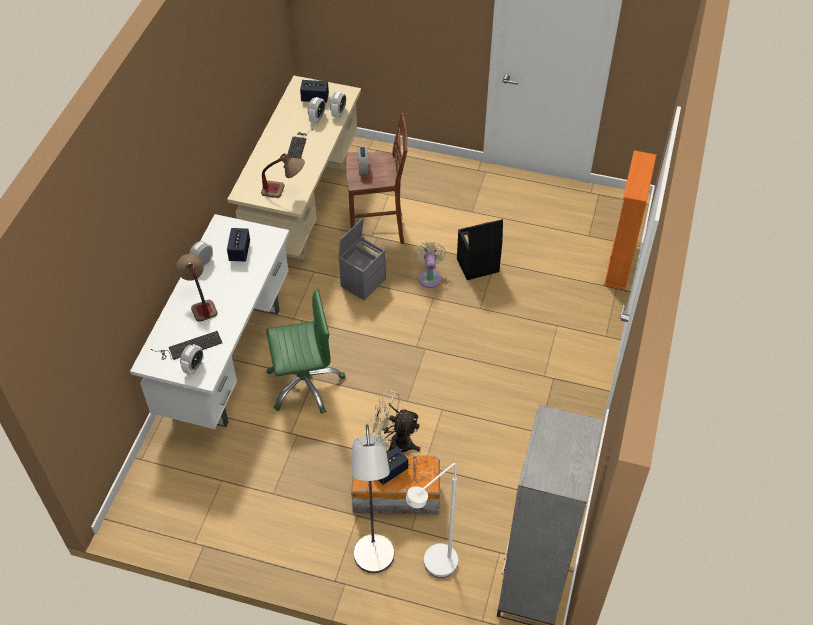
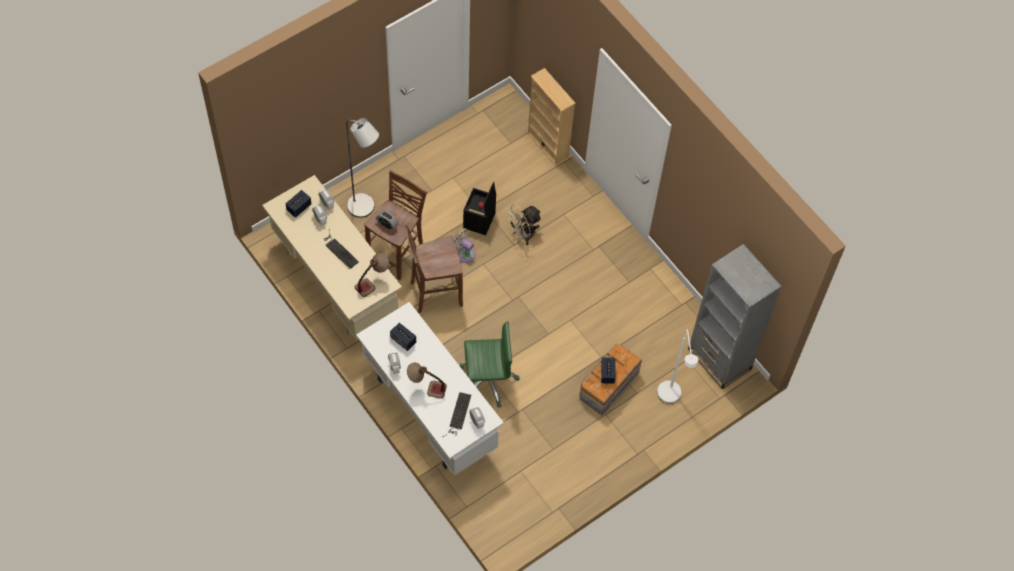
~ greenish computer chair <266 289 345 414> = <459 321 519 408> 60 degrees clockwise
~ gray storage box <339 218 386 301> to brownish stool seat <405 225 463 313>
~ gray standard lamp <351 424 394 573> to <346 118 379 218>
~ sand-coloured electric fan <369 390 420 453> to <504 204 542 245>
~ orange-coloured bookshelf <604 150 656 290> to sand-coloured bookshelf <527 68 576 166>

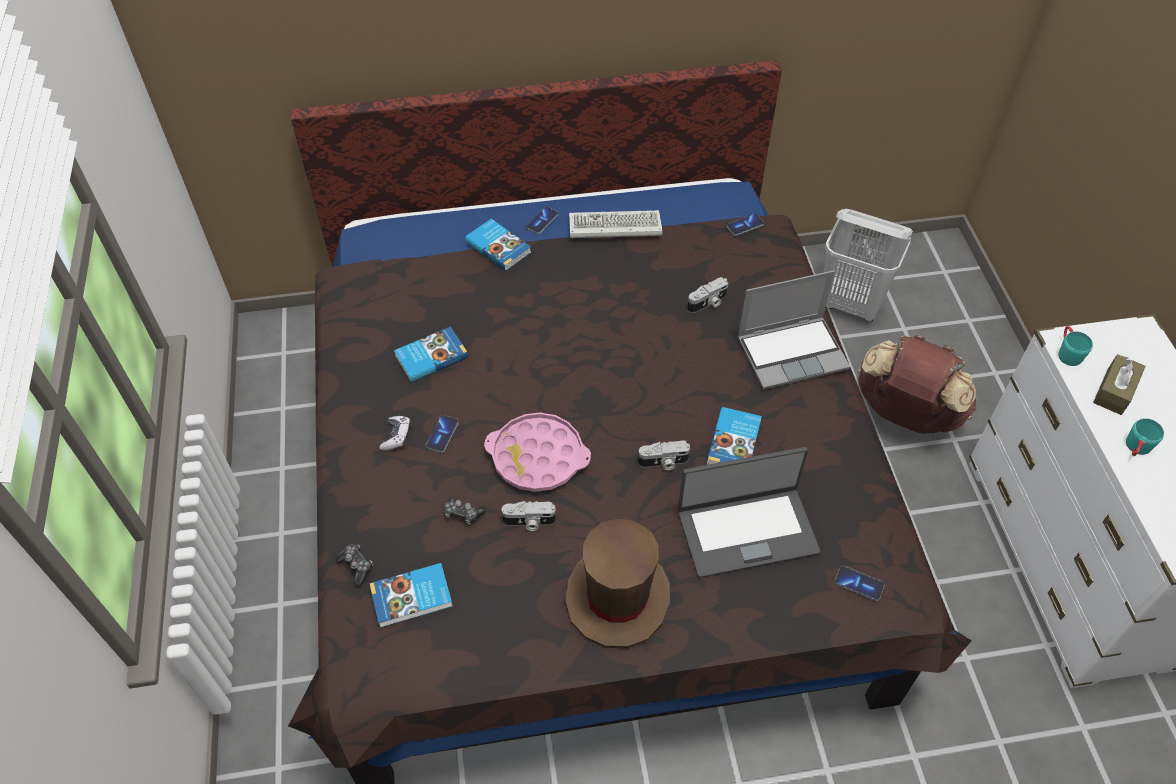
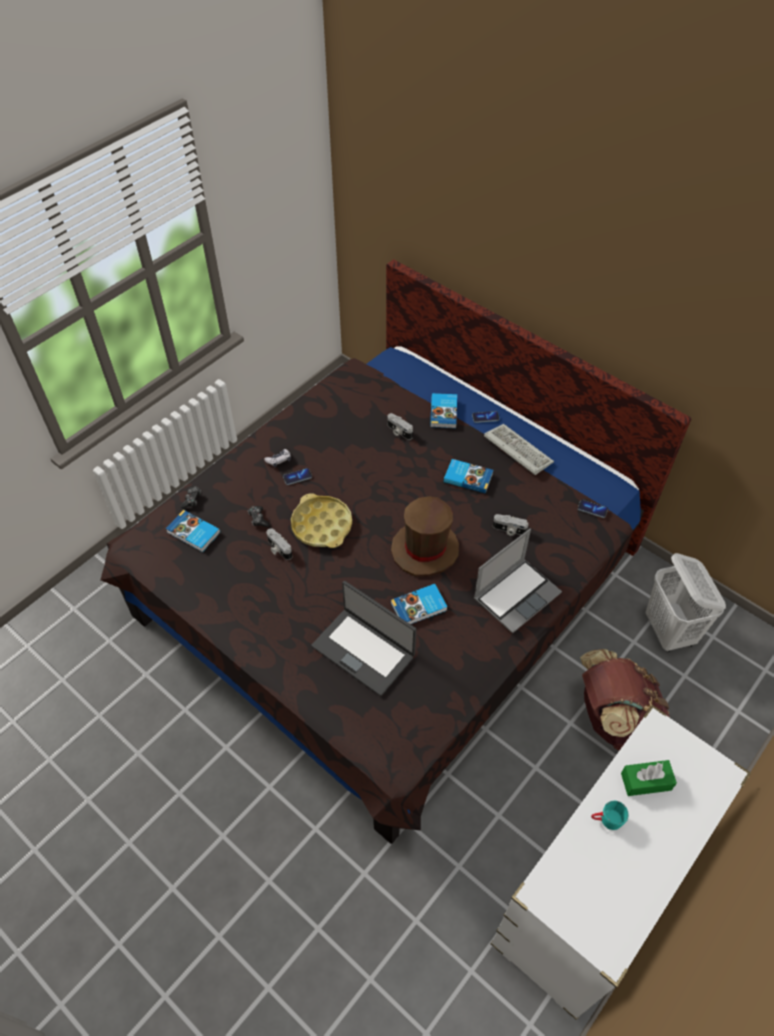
~ book <394 327 468 382> to <444 459 493 494>
~ pinkish carrying tray <484 413 591 492> to yellow-coloured carrying tray <291 493 352 548>
~ brownish wearable hat <566 519 670 648> to <391 496 459 577>
~ photo camera <638 441 690 470> to <388 413 413 440>
~ laptop <737 270 850 390> = <474 529 562 634> 75 degrees counterclockwise
- phone <835 566 885 601>
- blue-green coffee mug <1058 326 1093 366>
~ brownish box of tissues <1093 354 1146 415> to greenish box of tissues <621 760 677 796>

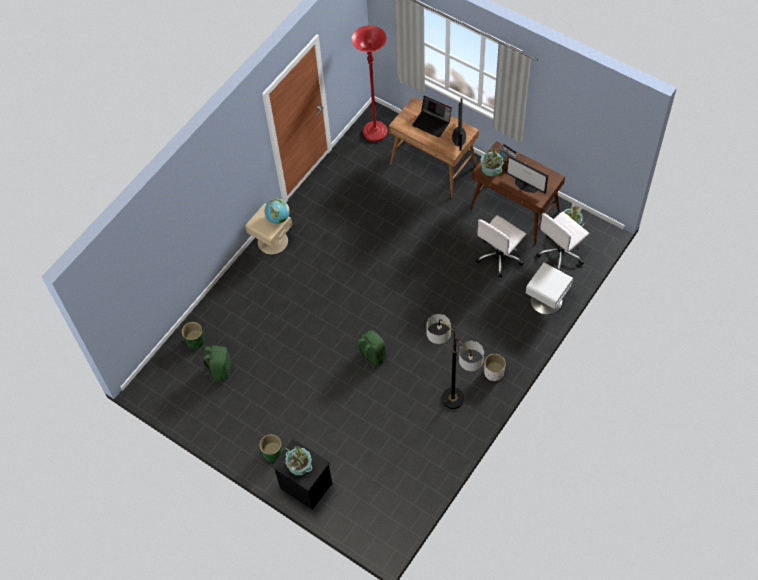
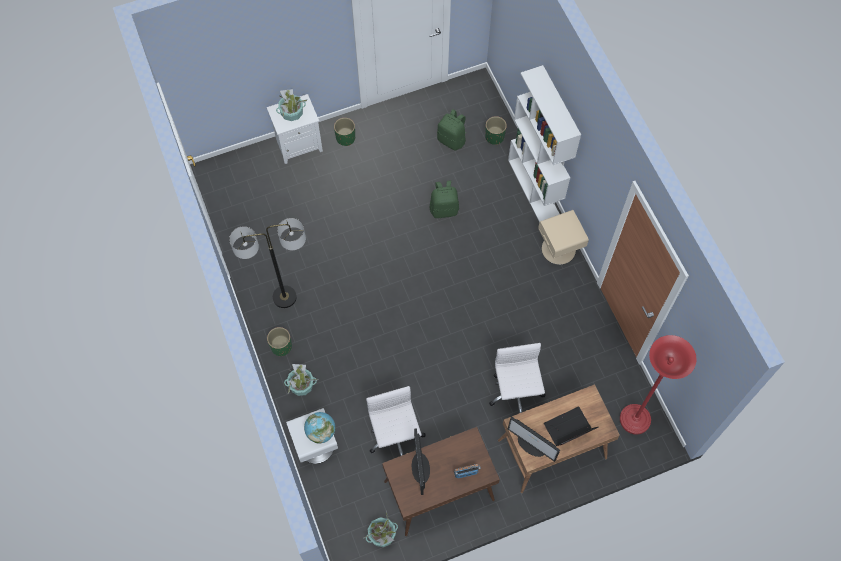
~ world globe <265 199 290 224> to <304 412 335 444>
~ black-coloured nightstand <271 439 333 510> to white nightstand <267 94 323 164>
~ greenish knapsack <356 330 386 370> to <430 180 459 218>
~ potted plant <481 148 508 176> to <284 364 318 396>
~ white plant pot <484 354 506 381> to greenish plant pot <267 327 292 356>
~ computer screen <506 156 548 193> = <412 428 430 495> 75 degrees counterclockwise
~ white computer chair <536 212 589 271> to <489 343 545 413>
+ white bookshelf <508 65 581 222>

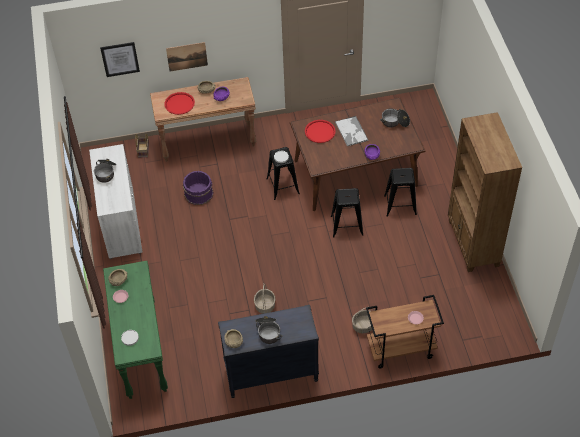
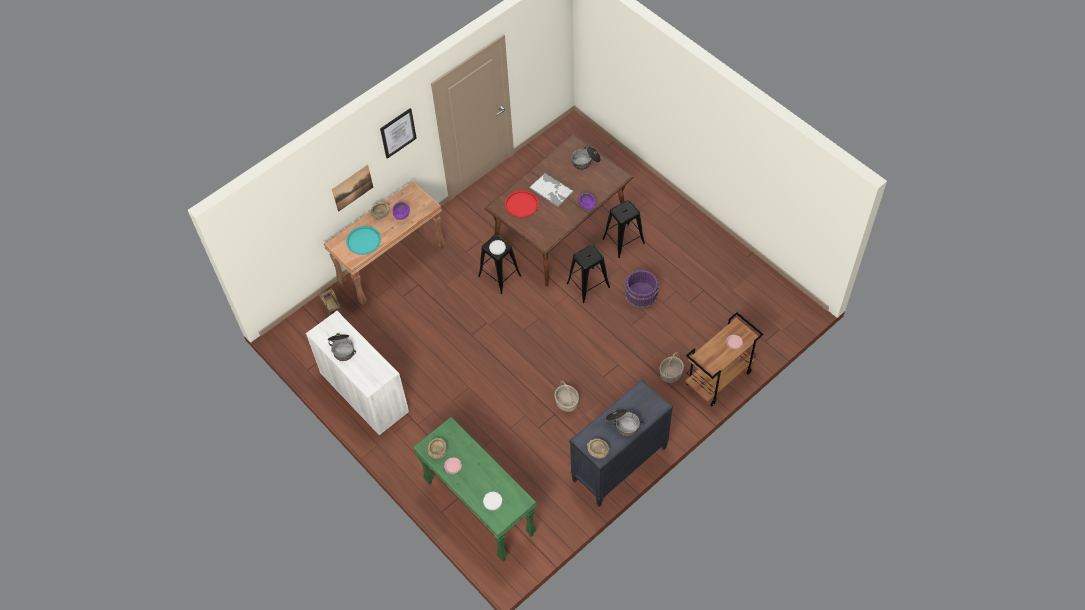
~ picture <100 42 140 77> to <380 108 417 159>
~ red carrying tray <164 92 195 115> to blue-green carrying tray <346 226 381 255>
~ purple pail <183 171 213 205> to <625 270 659 308>
- brownish bookshelf <448 112 522 272>

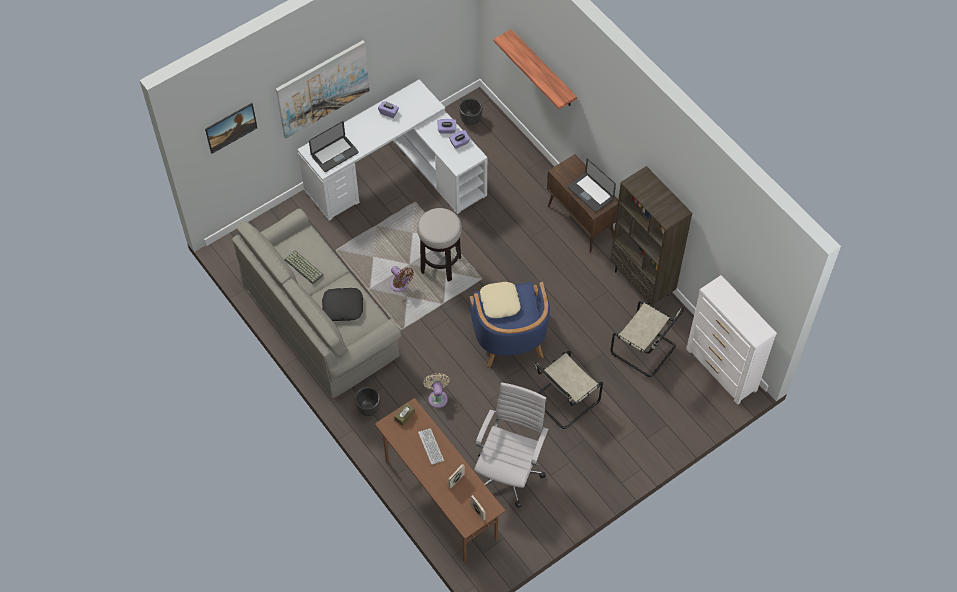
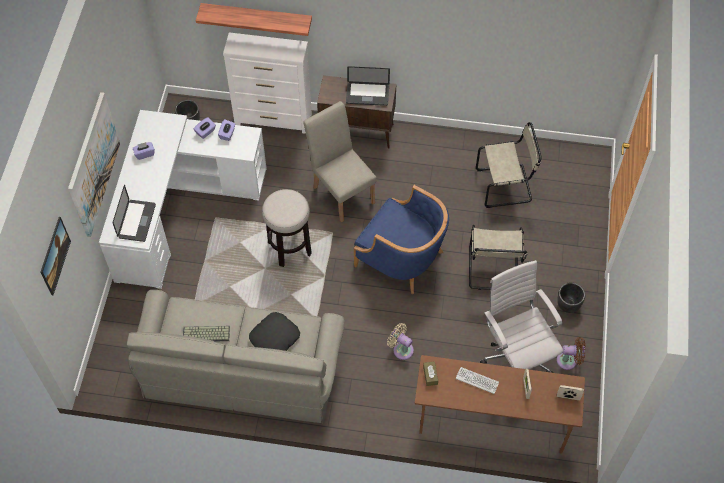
~ black-coloured plant pot <354 387 381 416> to <557 282 585 313>
~ brownish electric fan <390 266 414 292> to <557 337 585 370>
- sand-coloured cushion <480 282 521 318>
- brownish bookshelf <610 166 692 305>
~ white chest of drawers <686 275 777 405> to <223 32 312 134>
+ sand-coloured chair <303 101 377 223>

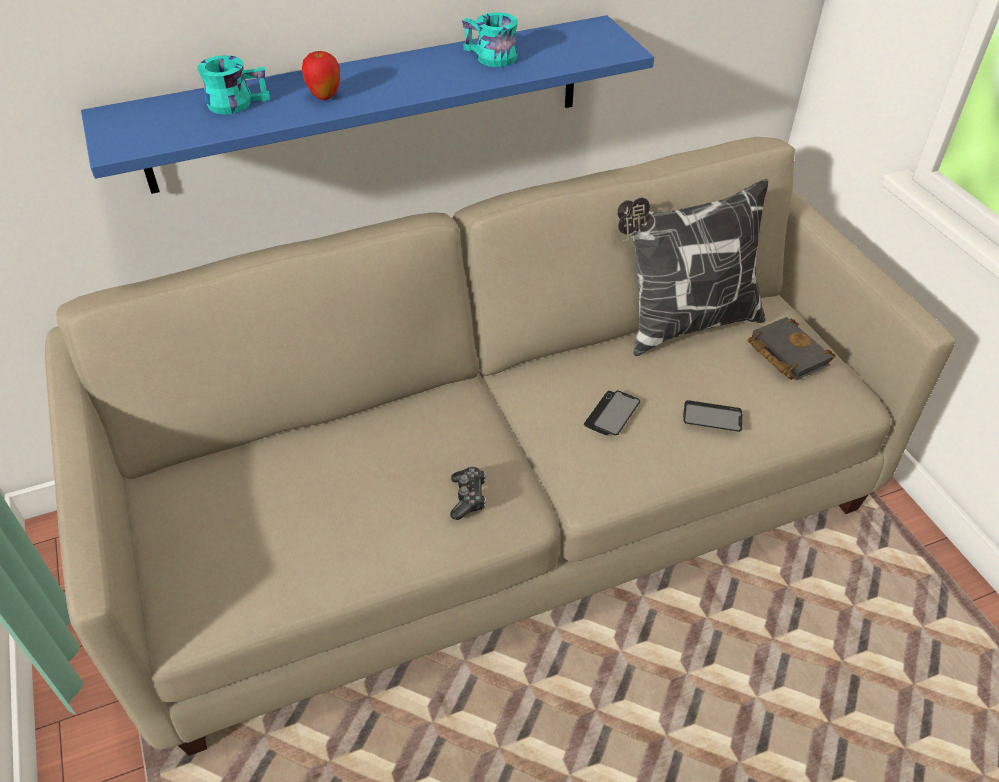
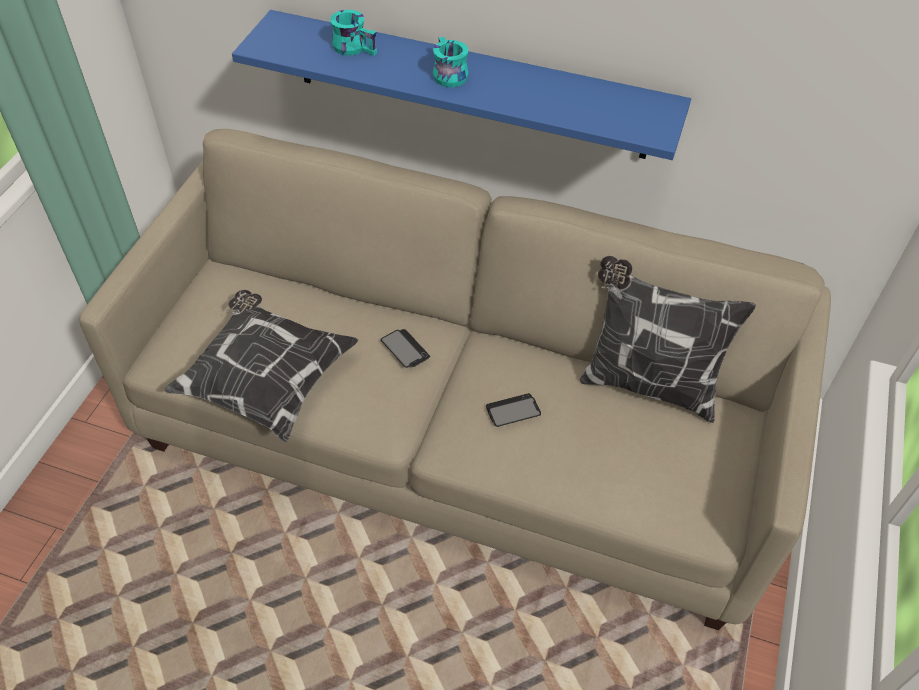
- apple <302 51 340 100>
- game controller <450 467 486 520>
~ blue-green coffee mug <462 12 518 67> to <433 37 468 87>
~ phone <683 400 743 432> to <381 329 430 368>
- black-coloured book <748 317 836 380>
+ cushion <164 290 359 442>

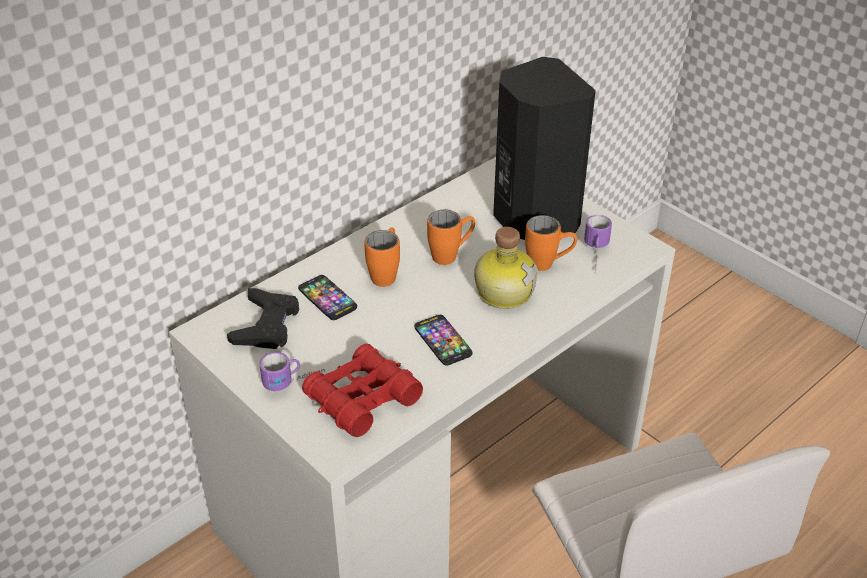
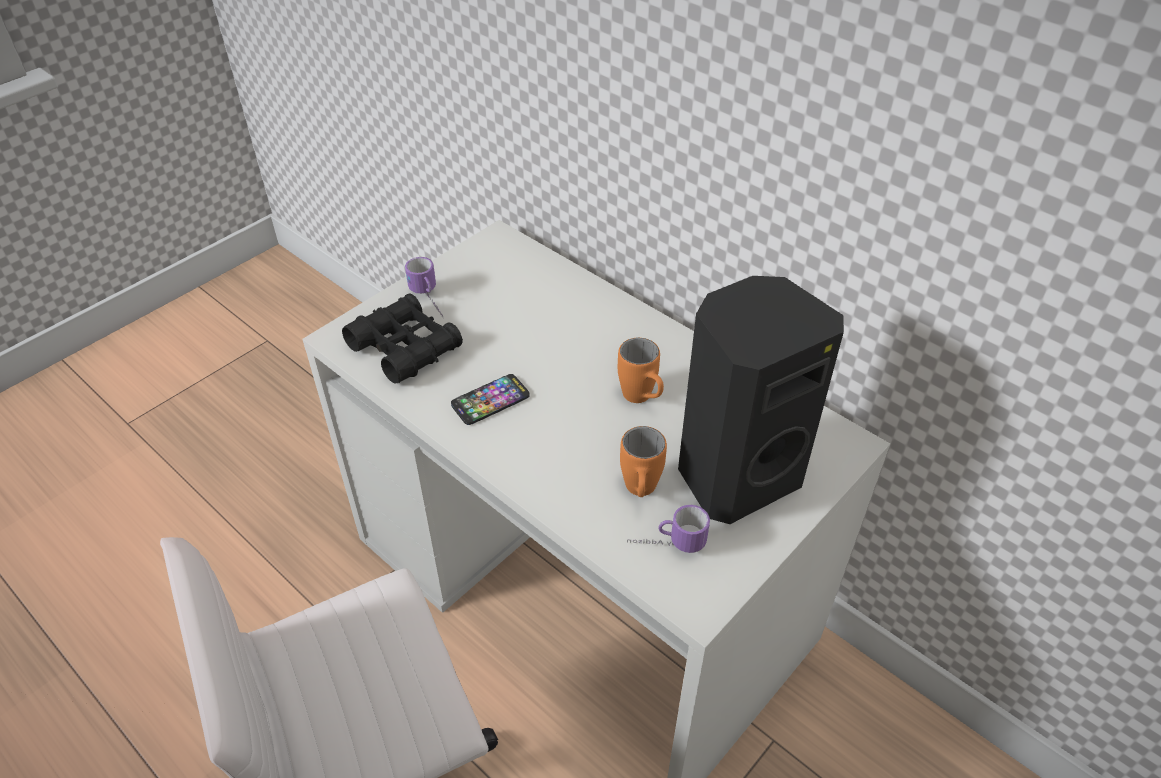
- black-coloured game controller <227 288 299 349>
- phone <298 275 357 320>
~ red binoculars <302 344 423 437> to black-coloured binoculars <342 294 463 384>
- orange-coloured coffee mug <365 227 400 287>
- drink bottle <474 227 538 309>

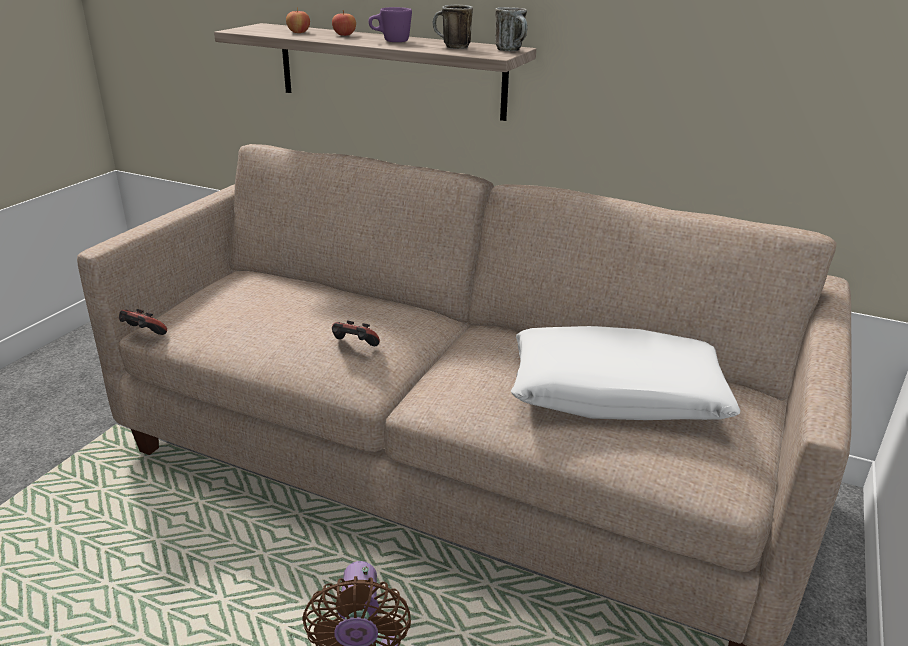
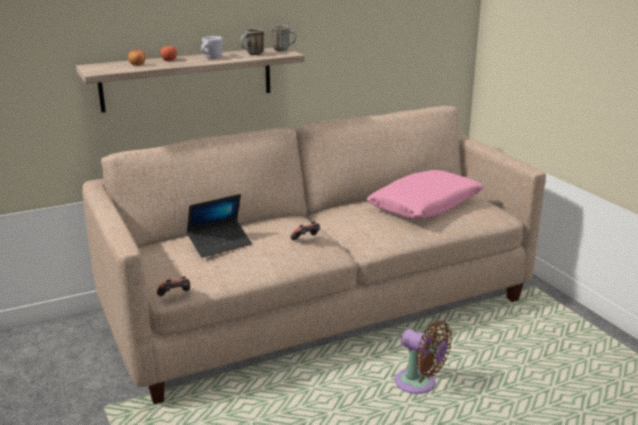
~ purple coffee mug <368 7 412 42> to white coffee mug <201 36 223 59>
~ white cushion <511 326 740 420> to pinkish cushion <367 170 484 219>
+ laptop <187 194 252 258>

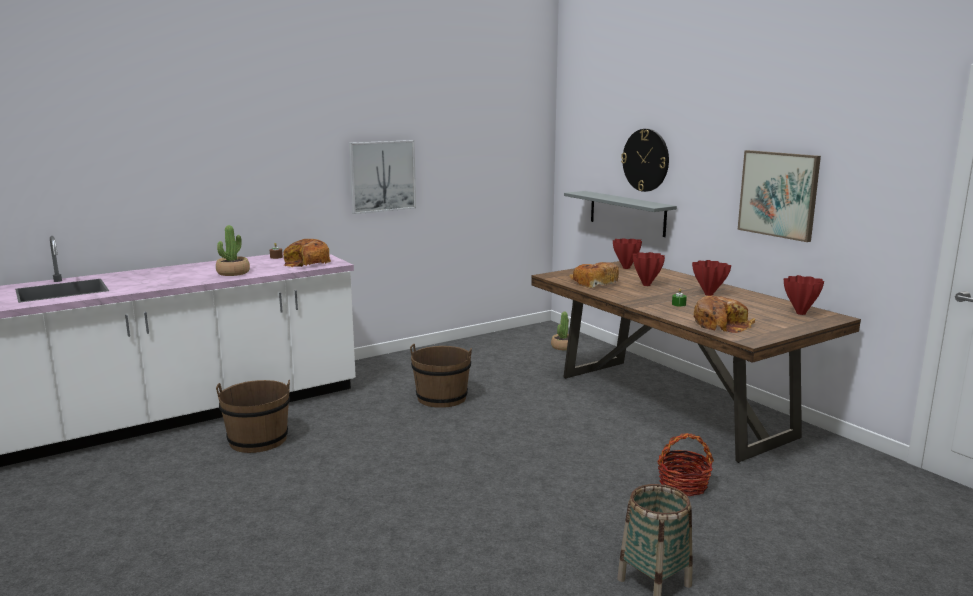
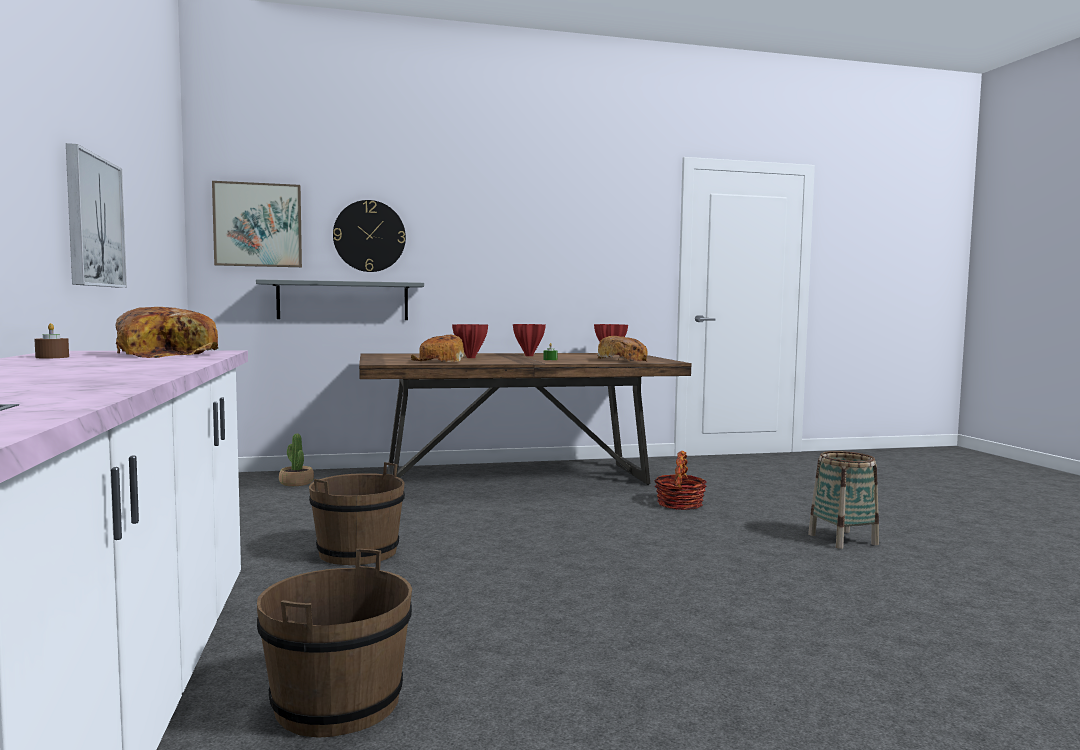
- potted plant <216 225 250 276>
- red flower vase <613 238 642 269>
~ picture <738 150 821 242> to <212 181 302 267>

